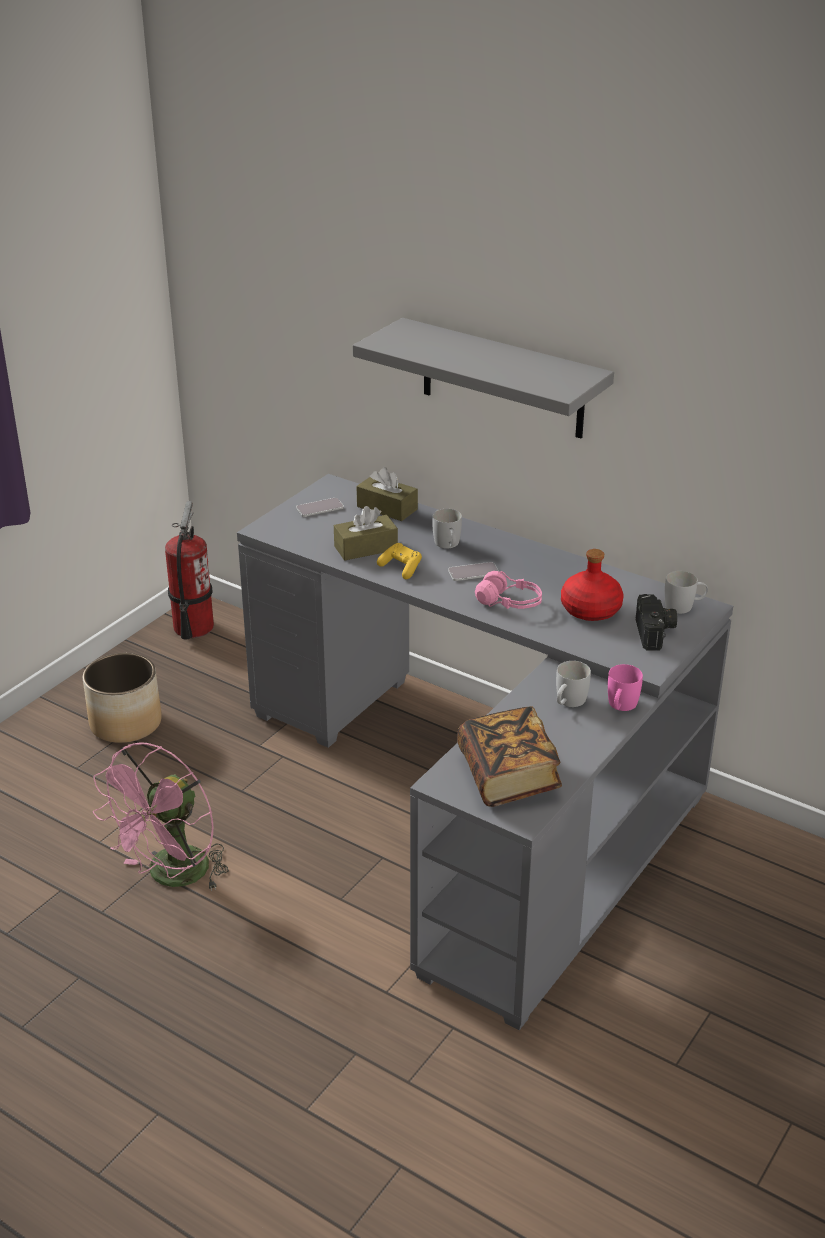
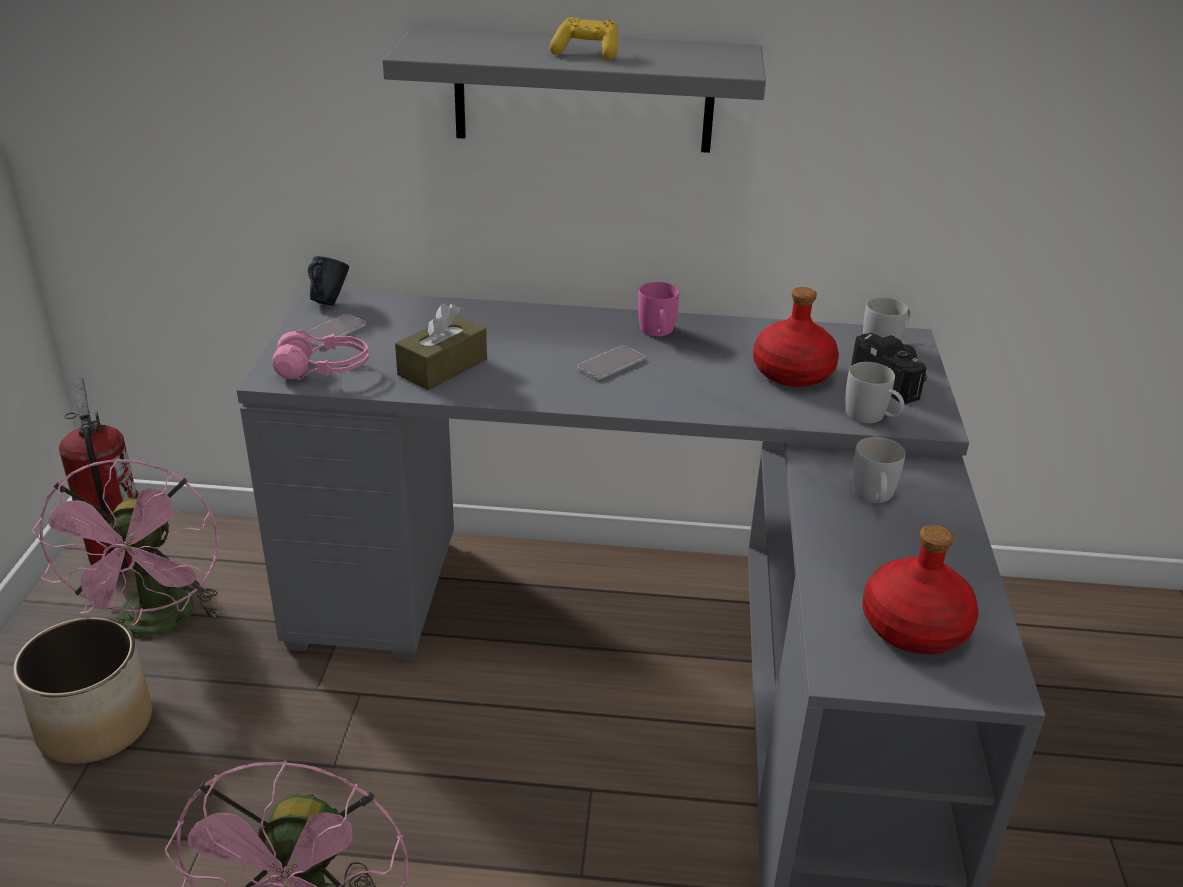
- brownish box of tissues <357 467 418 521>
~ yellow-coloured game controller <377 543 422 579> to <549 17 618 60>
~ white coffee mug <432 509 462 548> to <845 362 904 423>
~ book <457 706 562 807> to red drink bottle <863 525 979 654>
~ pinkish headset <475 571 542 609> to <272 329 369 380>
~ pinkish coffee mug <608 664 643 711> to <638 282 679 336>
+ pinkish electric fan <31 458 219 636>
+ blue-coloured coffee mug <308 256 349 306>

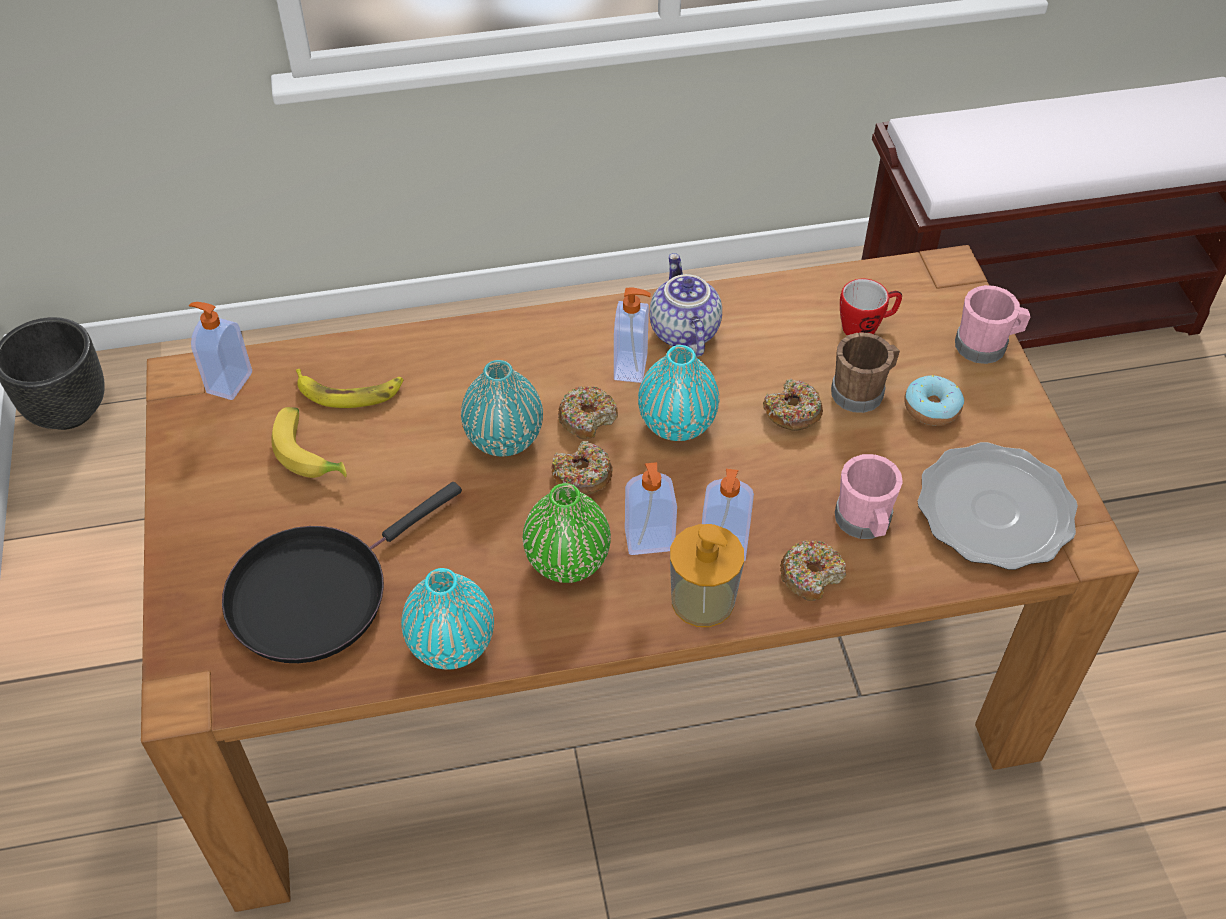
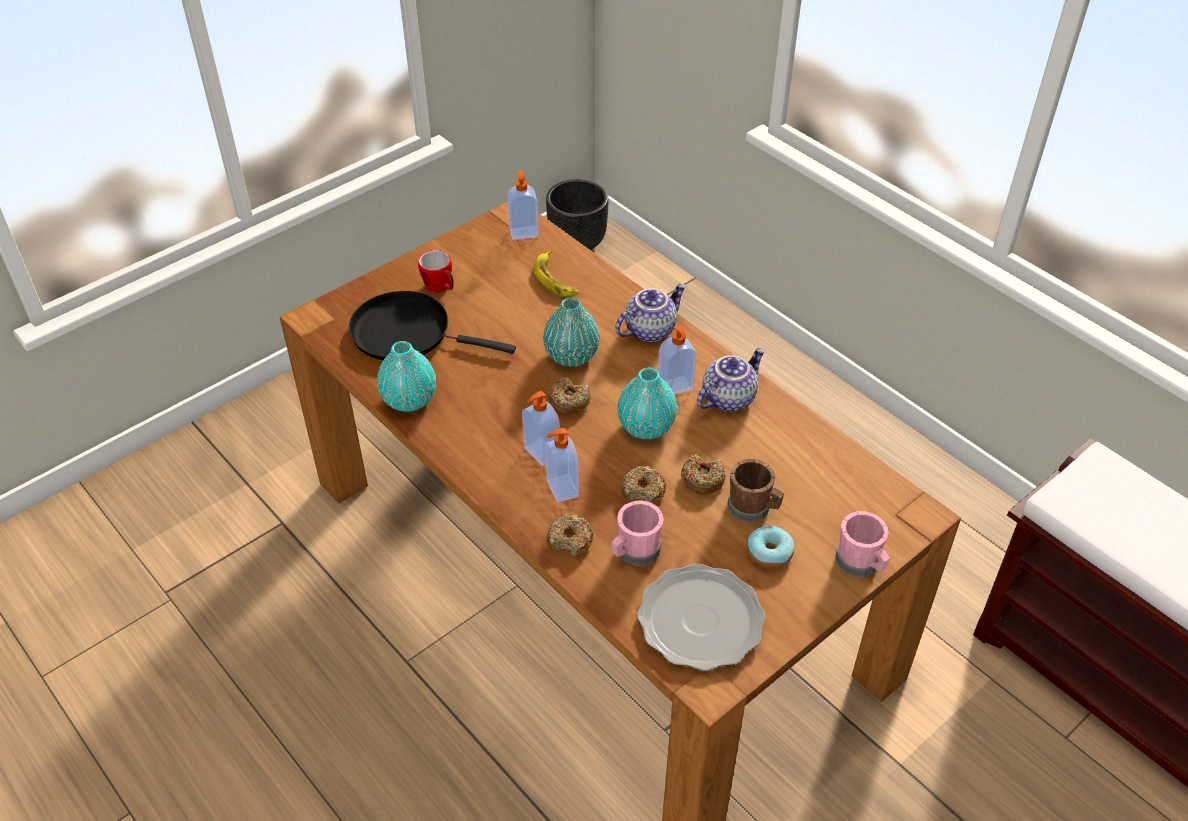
- whole banana <271 407 347 478>
- greenish flower vase <523 483 611 583>
~ doughnut <558 386 618 440> to <621 466 667 504>
- soap bottle <670 524 744 627>
~ coffee mug <840 278 902 336> to <418 250 453 293>
+ teapot <615 284 686 342>

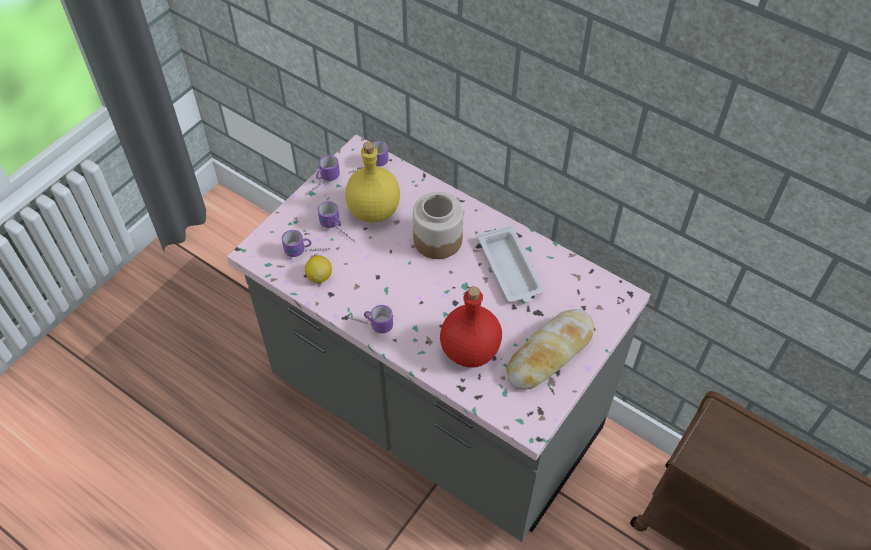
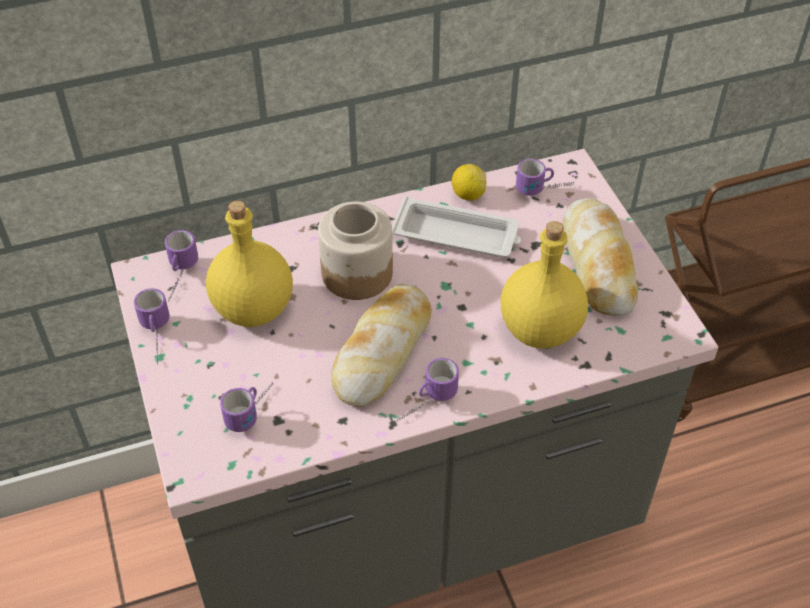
~ citrus fruit <305 255 332 283> to <451 164 486 201>
~ coffee mug <318 201 355 242> to <516 159 574 196>
~ red drink bottle <440 286 502 368> to yellow-coloured drink bottle <501 221 588 348>
+ baked bread <331 284 432 407>

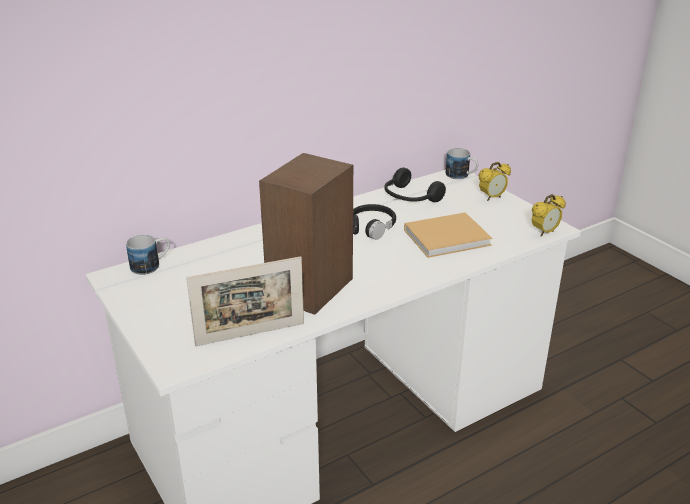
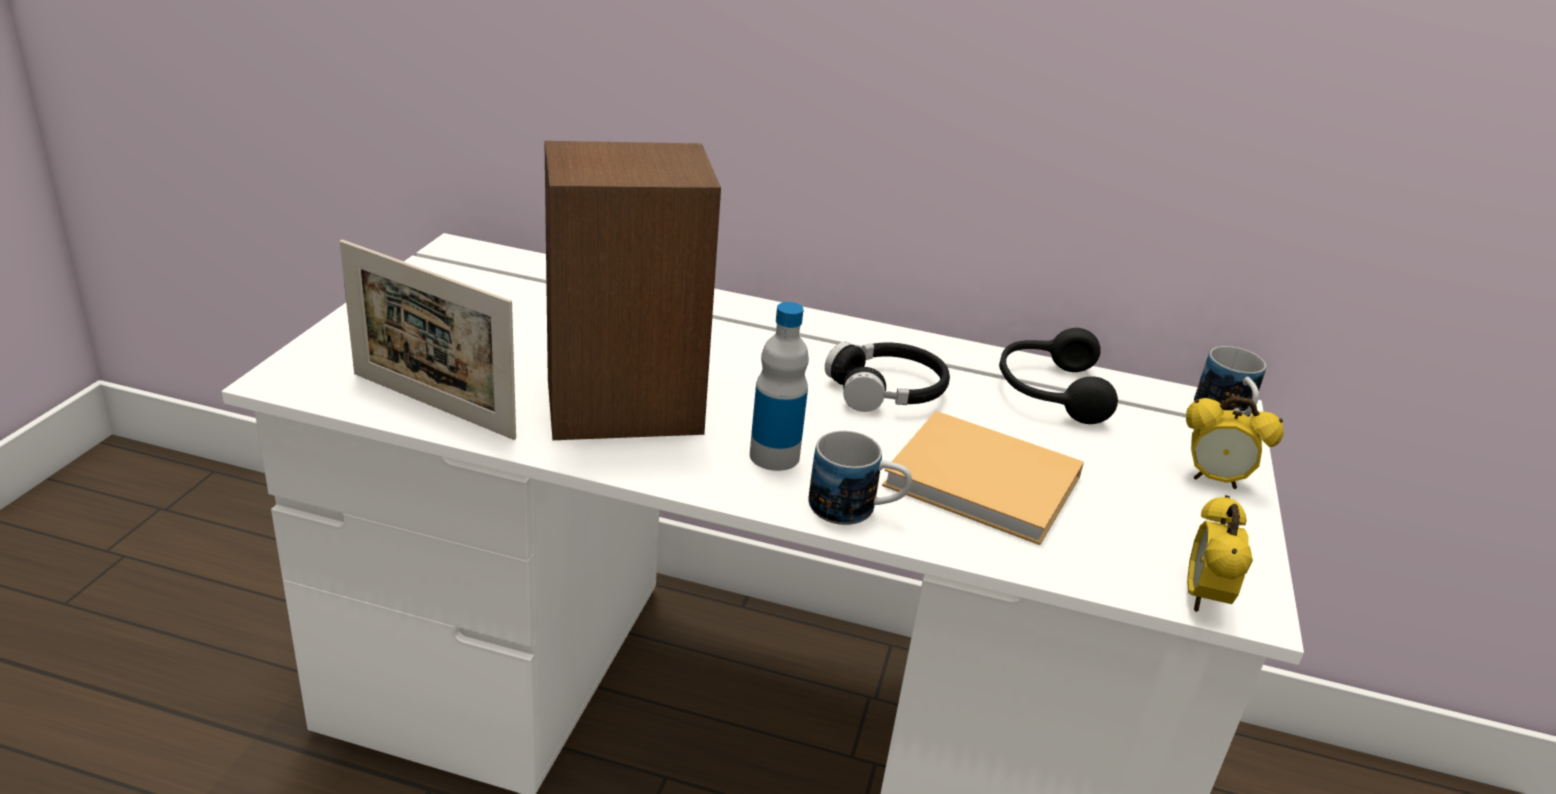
~ coffee mug <126 235 170 275> to <809 431 912 525>
~ bedside clock <531 194 566 236> = <1187 495 1253 612> 90 degrees clockwise
+ drink bottle <750 302 809 471>

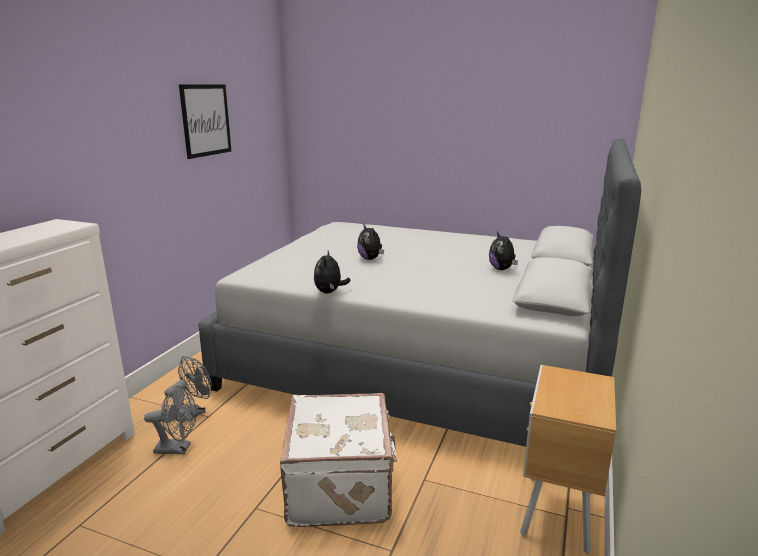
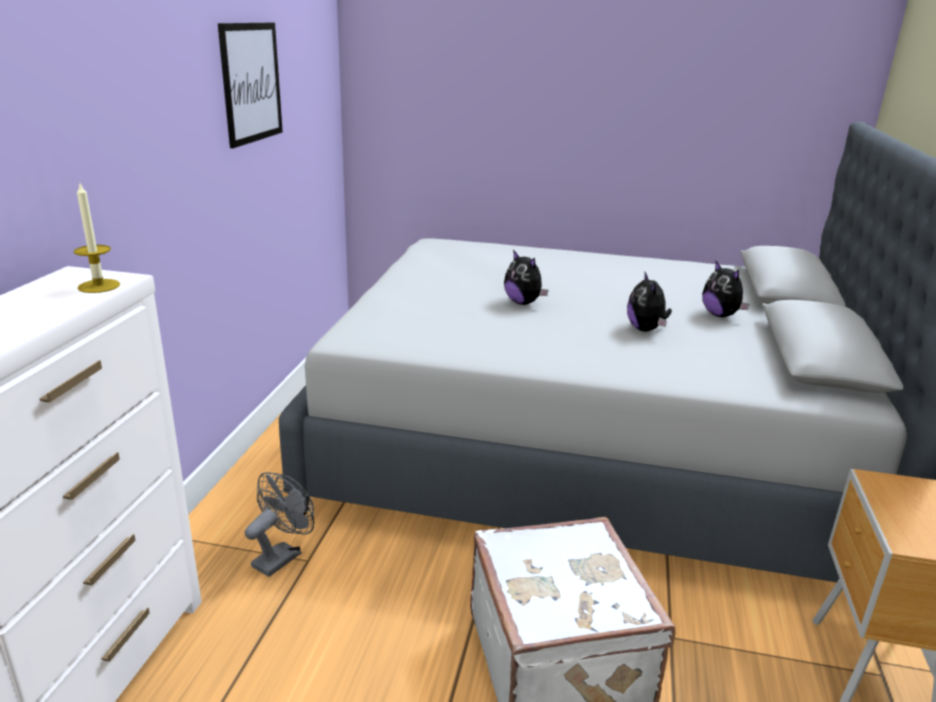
- gray electric fan <144 386 196 454>
~ plush toy <314 251 351 294> to <627 272 672 332>
+ candle <74 184 120 293>

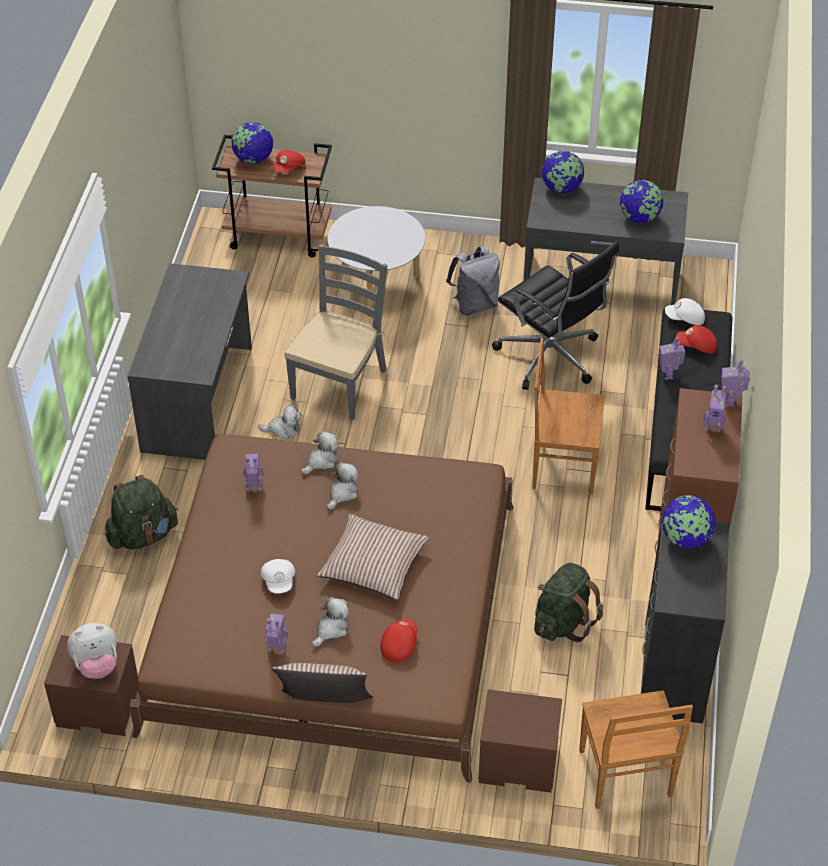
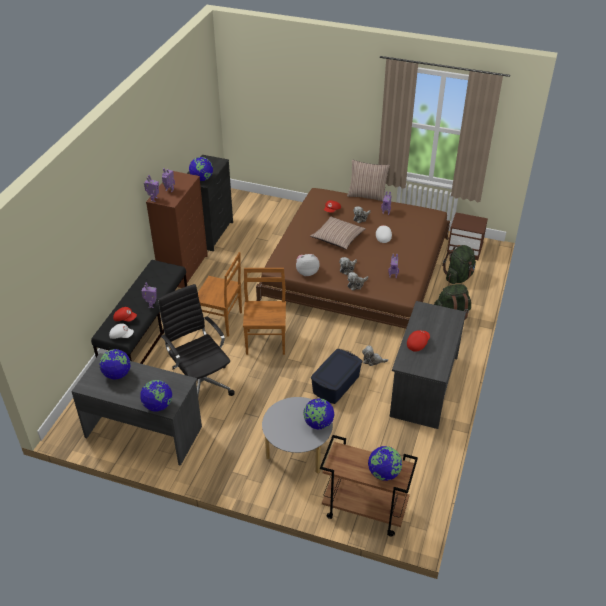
~ plush toy <67 623 117 679> to <296 254 320 276>
~ red baseball cap <273 150 306 173> to <407 330 430 352>
~ gray chair <284 244 390 420> to blue-coloured storage box <311 349 362 404>
- gray knapsack <446 246 500 316>
- brownish nightstand <478 689 562 793>
~ greenish knapsack <534 563 603 642> to <442 245 476 284>
~ brownish chair <579 690 693 809> to <243 268 286 355>
+ world globe <303 398 335 429>

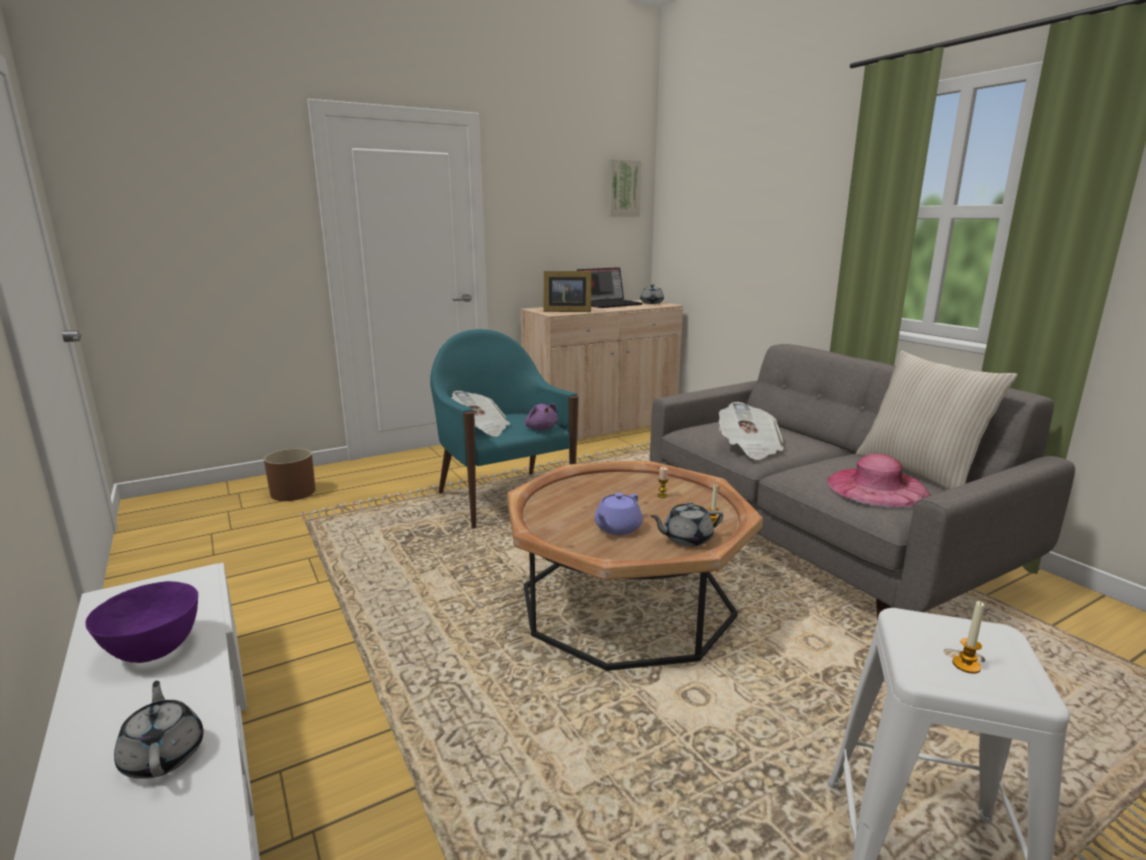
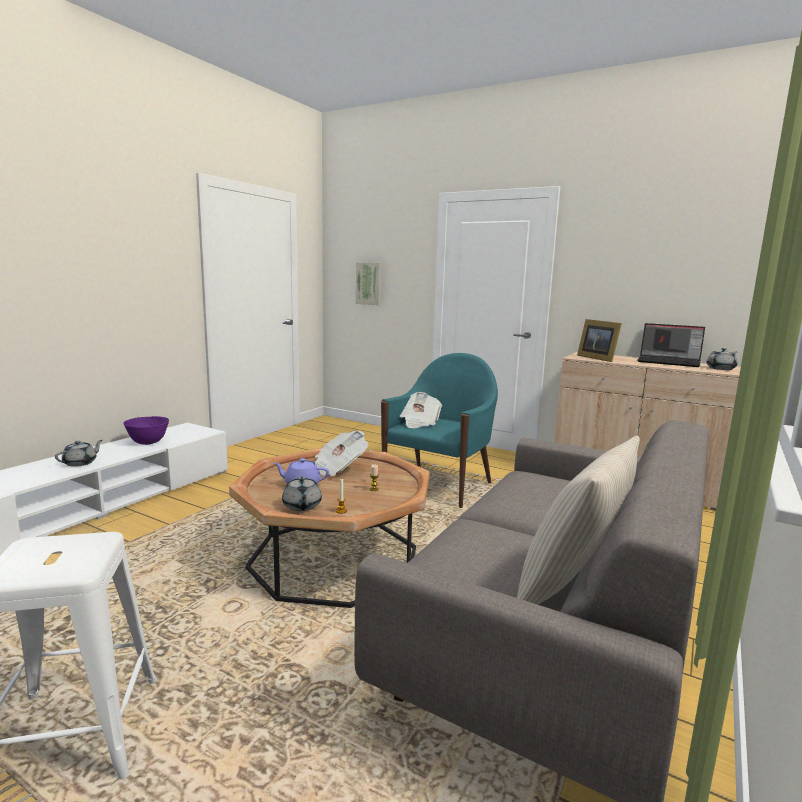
- brownish plant pot <264 448 315 501>
- purple plush toy <525 403 558 430>
~ picture <608 159 641 216> to <356 262 382 305>
~ gray teapot <650 503 723 547> = <282 476 322 511> 150 degrees counterclockwise
~ daily paper <719 402 784 460> to <315 431 368 476>
- pinkish wearable hat <827 454 931 508>
- candle <952 601 984 674>

